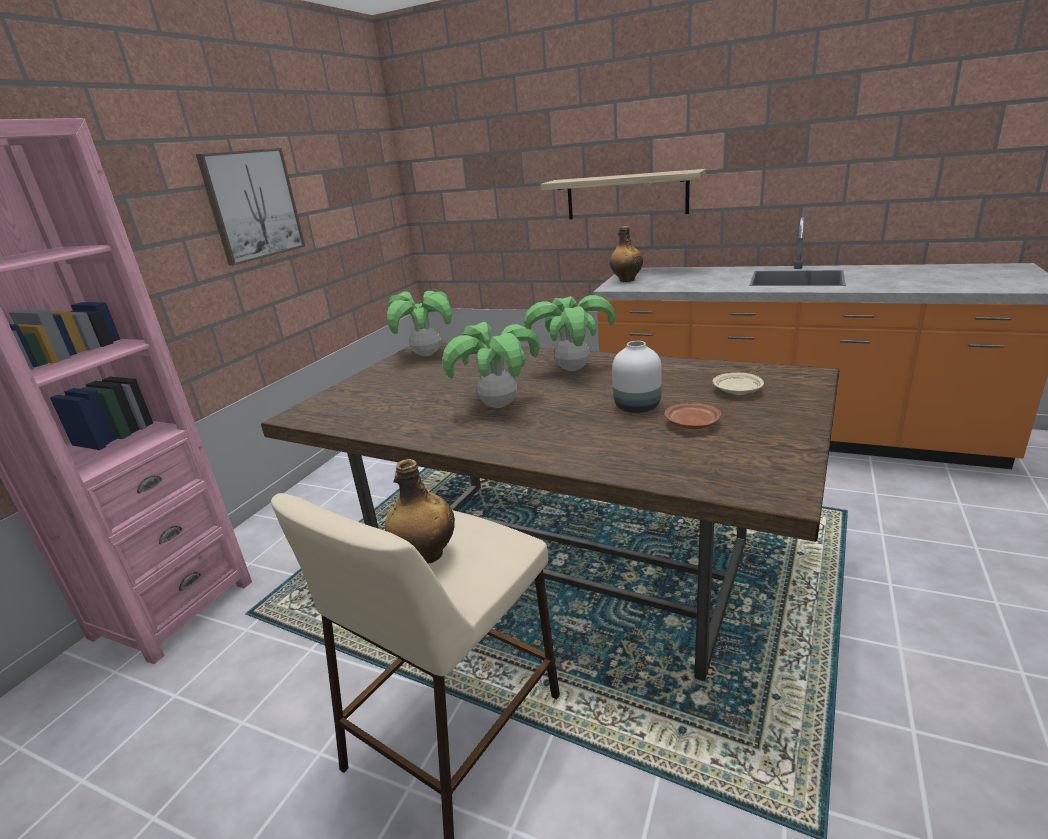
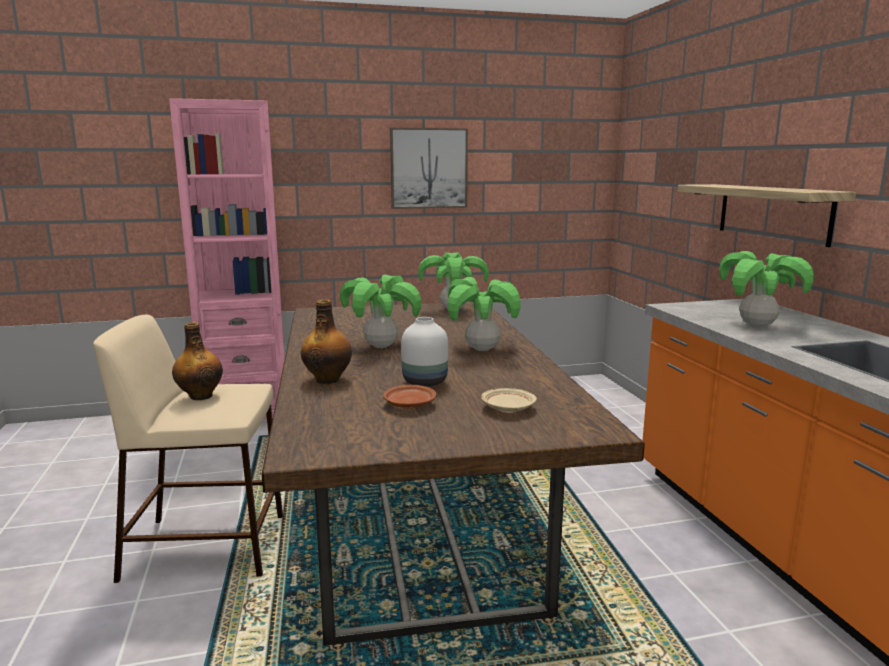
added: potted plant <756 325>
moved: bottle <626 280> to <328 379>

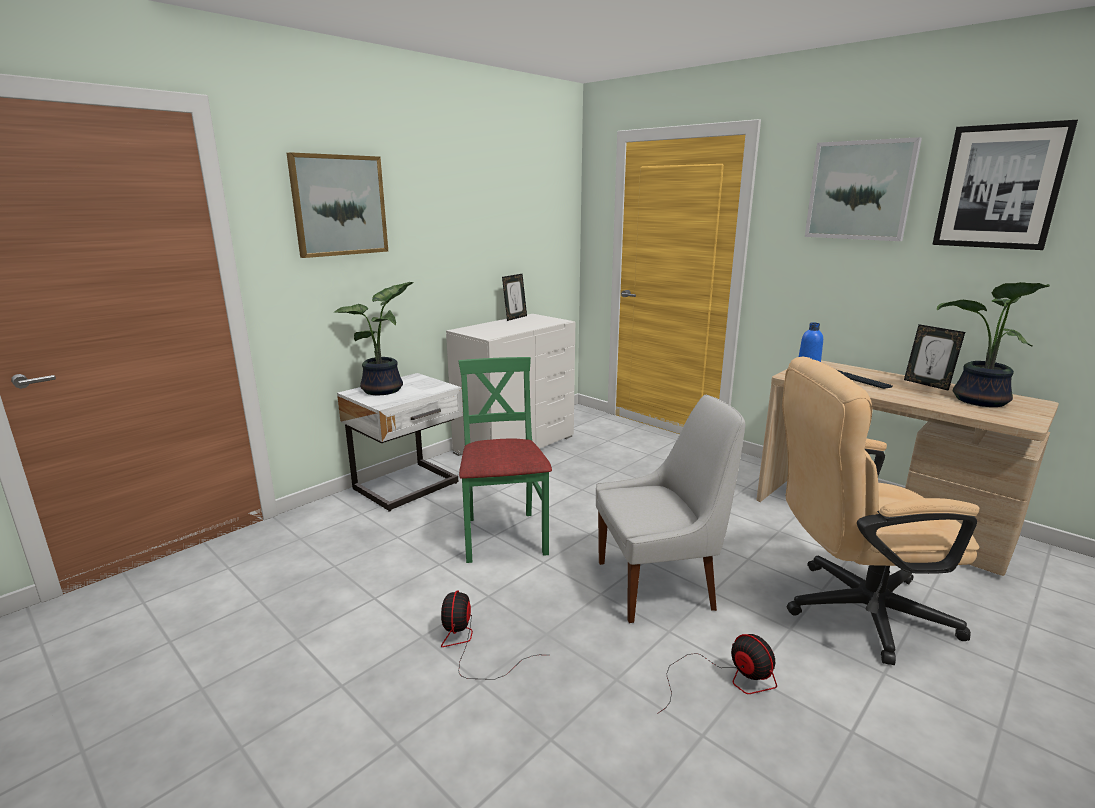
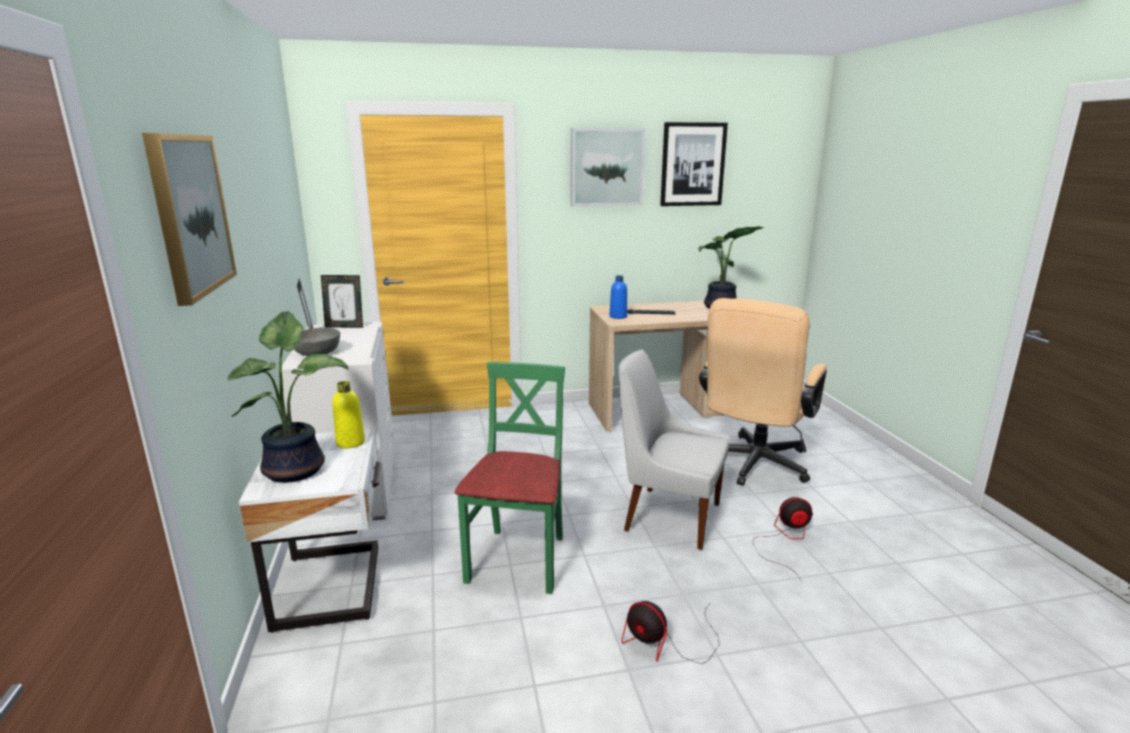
added: bowl in grey <317 352>; bottle in yellow <350 442>
moved: picture frame <927 384> to <345 326>
turned: chair in green <504 536> = <519 560> 75 degrees clockwise; chair in white <659 584> = <668 516> 90 degrees counterclockwise

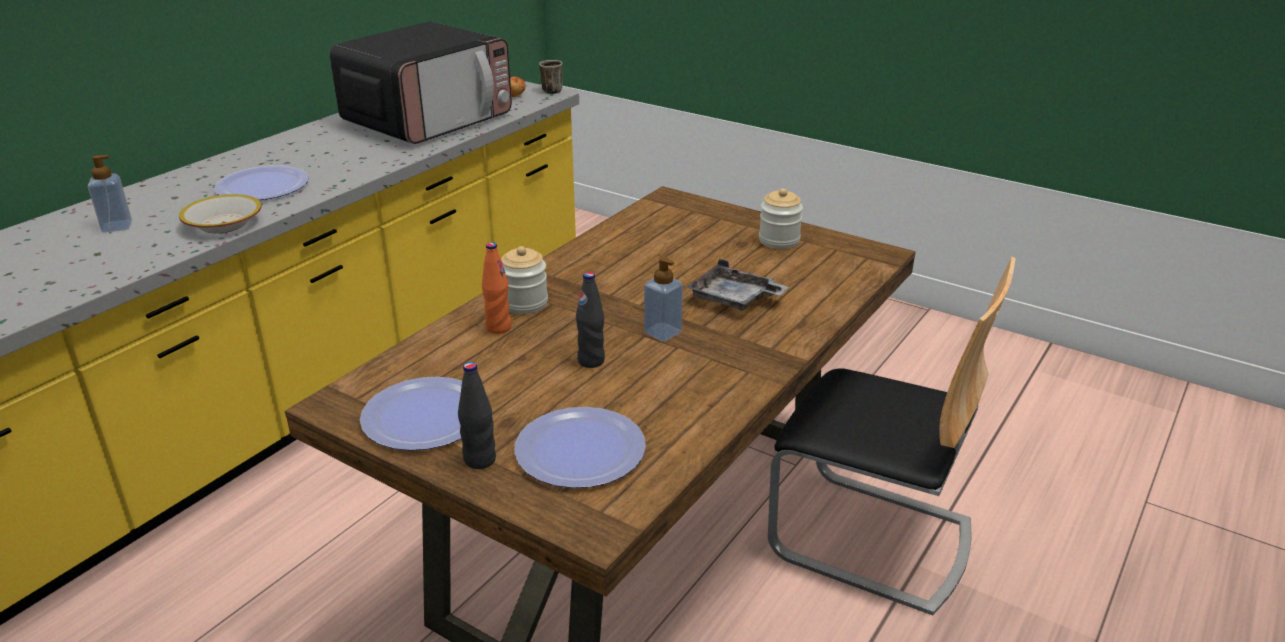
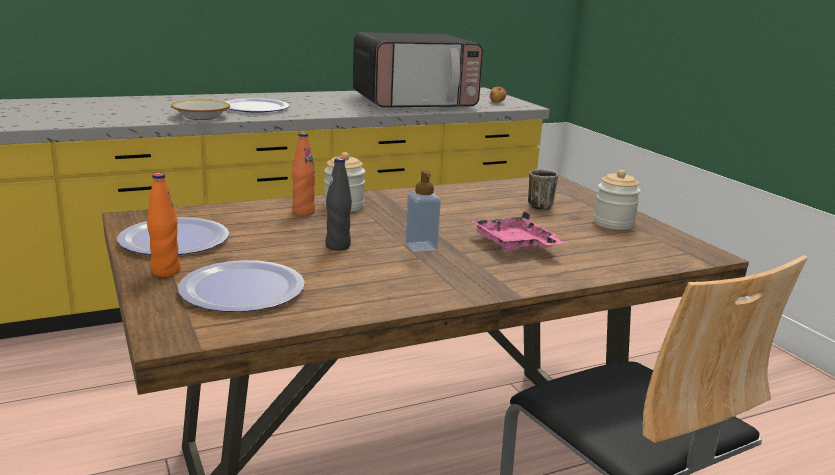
removed: soap dispenser <117 226>
moved: mug <551 90> to <541 206>
recoloured: bottle in black <480 460> to bottle in orange <165 272>; tray in grey <734 299> to tray in pink <515 245>

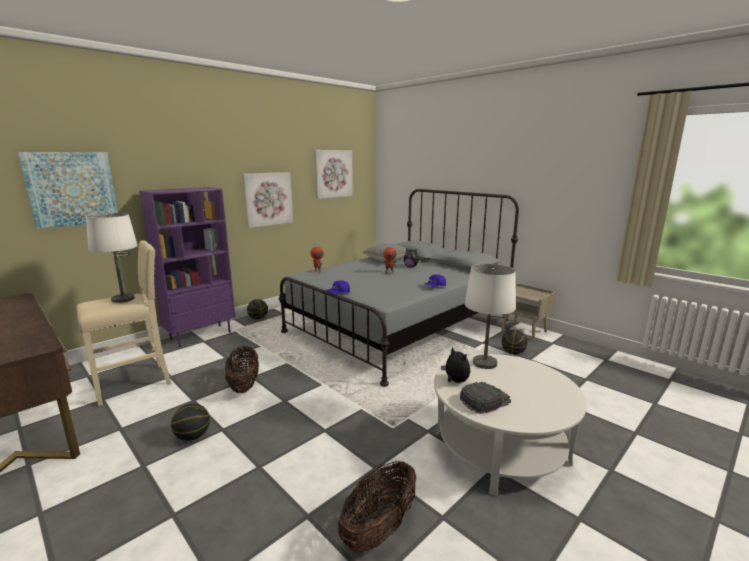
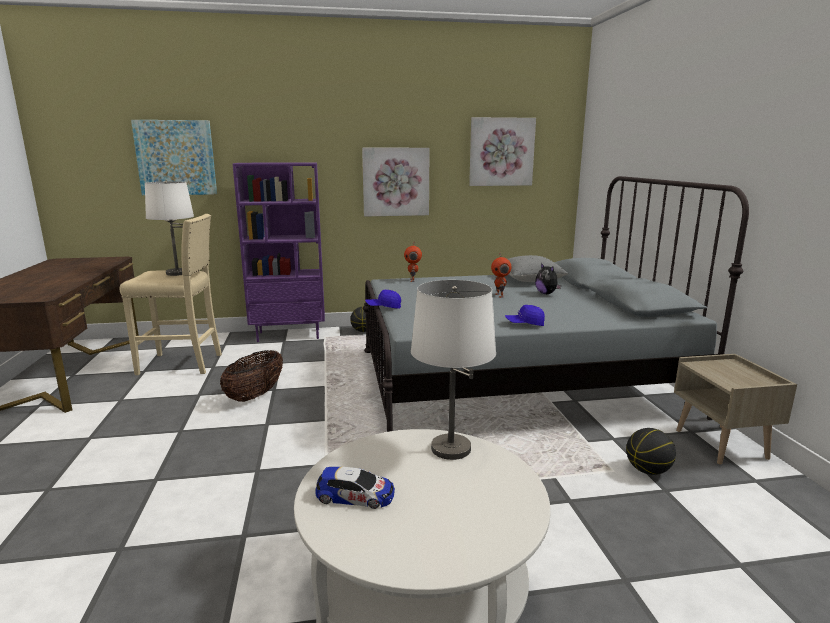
removed: basketball <192 436>; basket <379 529>; plush toy <455 381>
replaced: cap in black <485 400> to toy car <355 495>

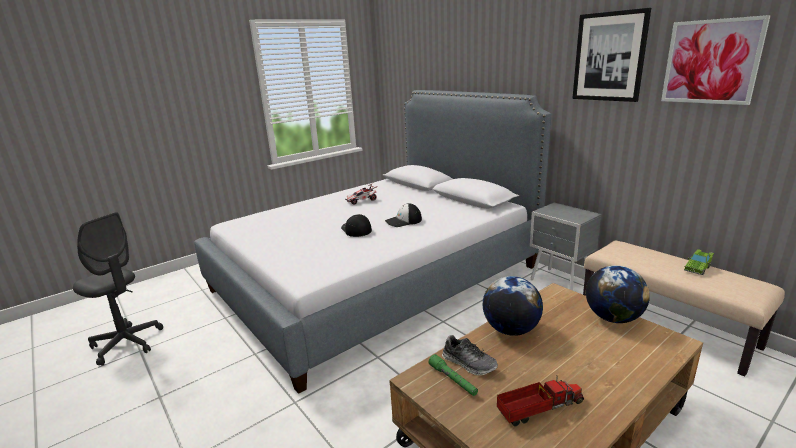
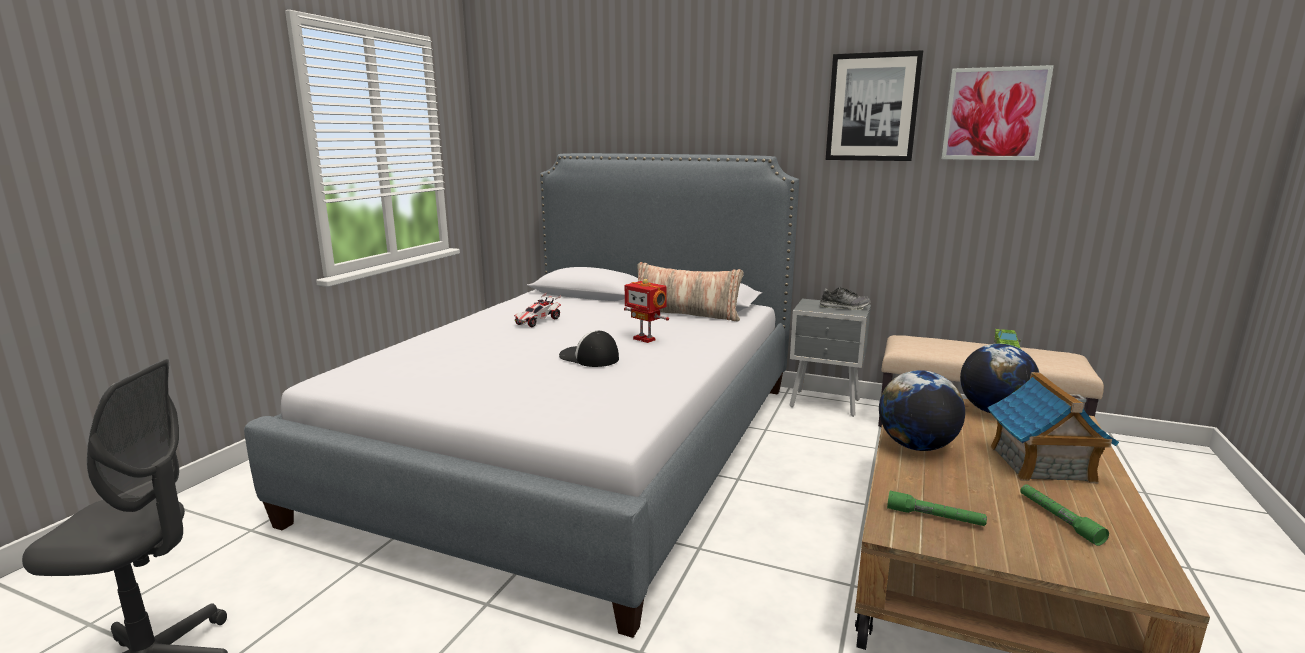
added: pillow <685 313>; toy house <1041 464>
moved: shoe <469 363> to <844 307>
replaced: cap <403 221> to toy robot <645 339>; toy truck <538 409> to flashlight in green <1058 519>

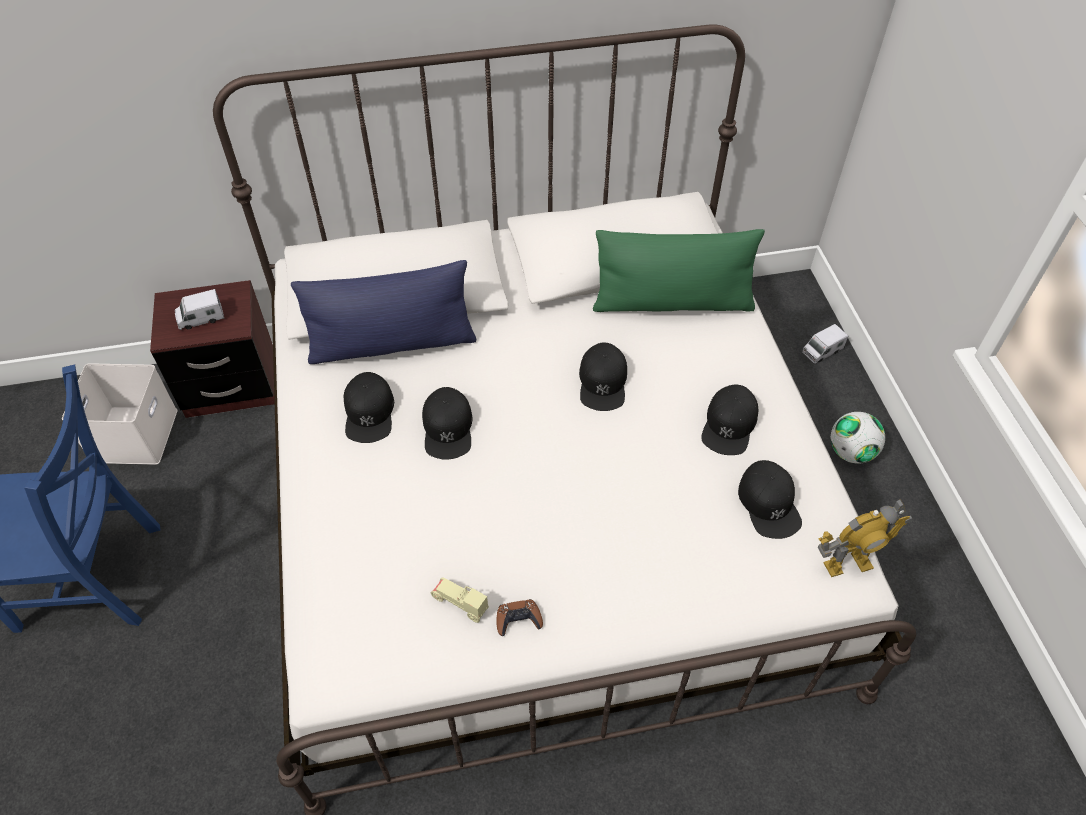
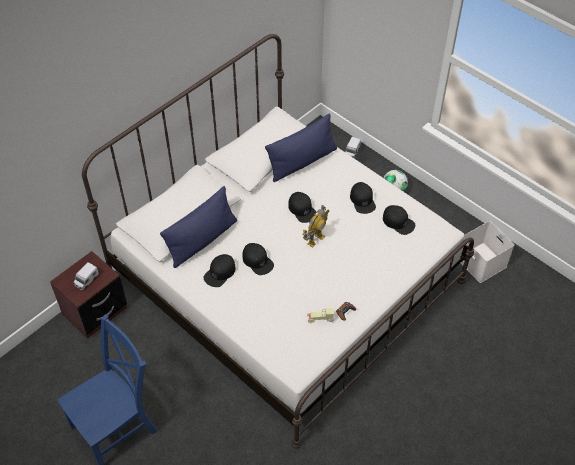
moved: toy robot <847 564> to <315 240>; storage box in white <136 436> to <482 262>
recoloured: pillow in green <672 303> to pillow in blue <302 162>
turned: cap in black <369 412> = <220 273> 75 degrees clockwise

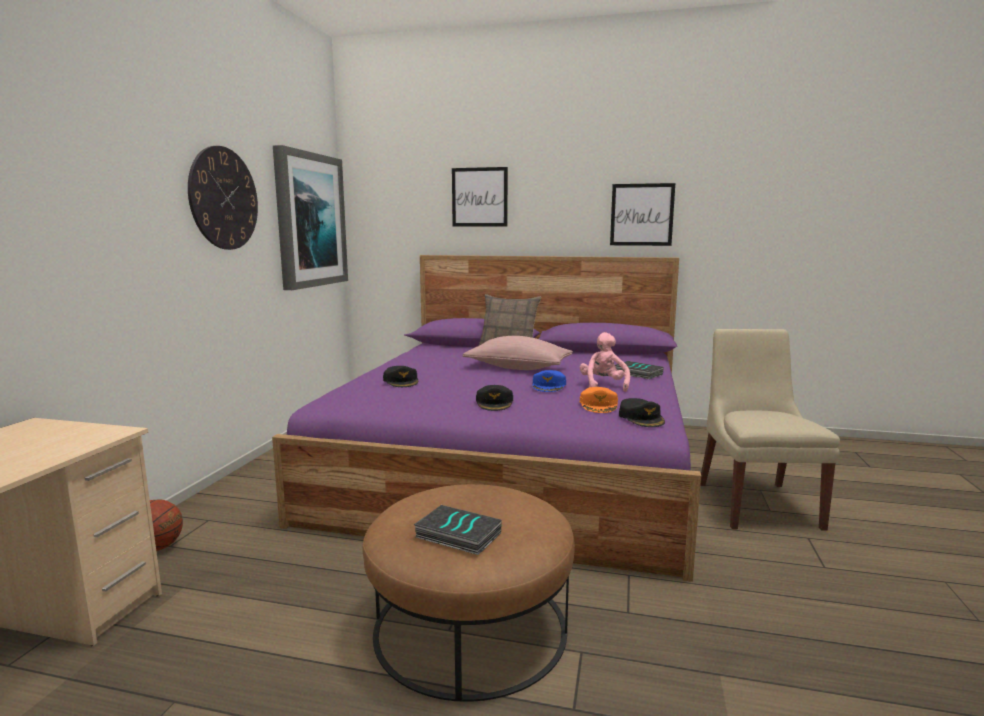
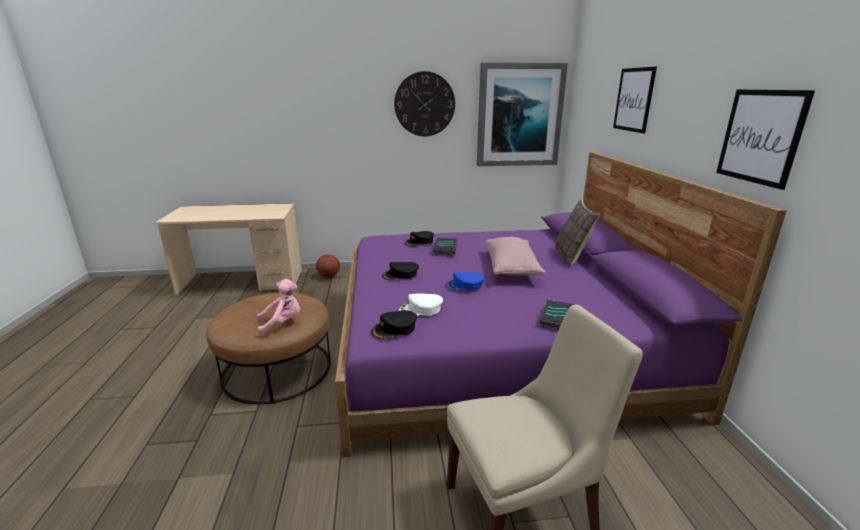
moved: plush toy in pink <603 385> to <282 323>; book <457 535> to <444 248>
recoloured: cap in orange <599 405> to cap in white <421 309>

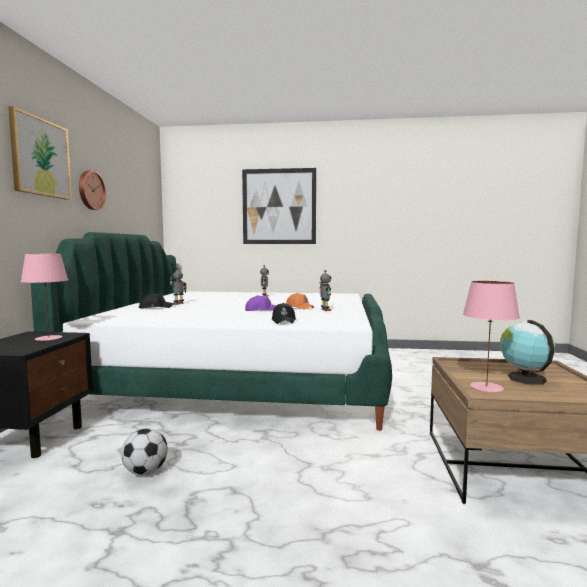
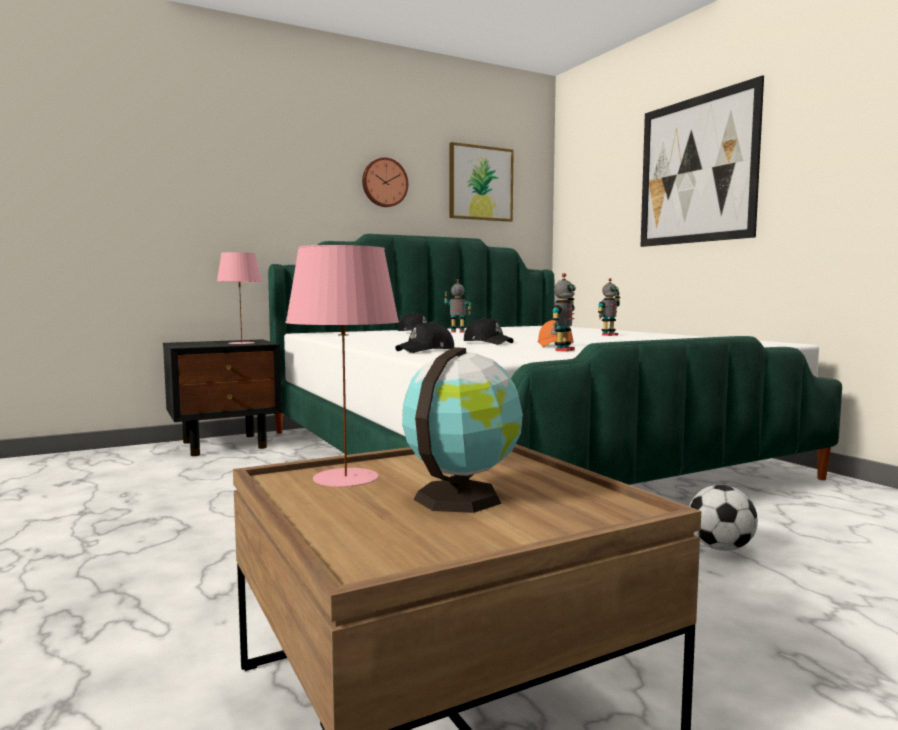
moved: picture <40 157> to <480 183>; football <145 472> to <720 548>
recoloured: cap in purple <261 310> to cap in black <487 342>

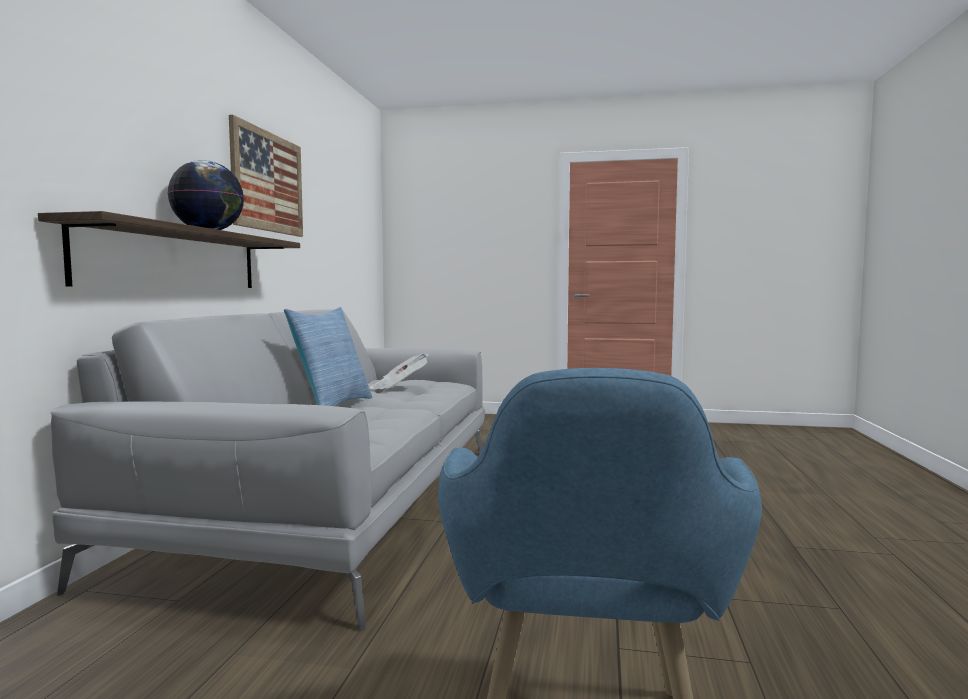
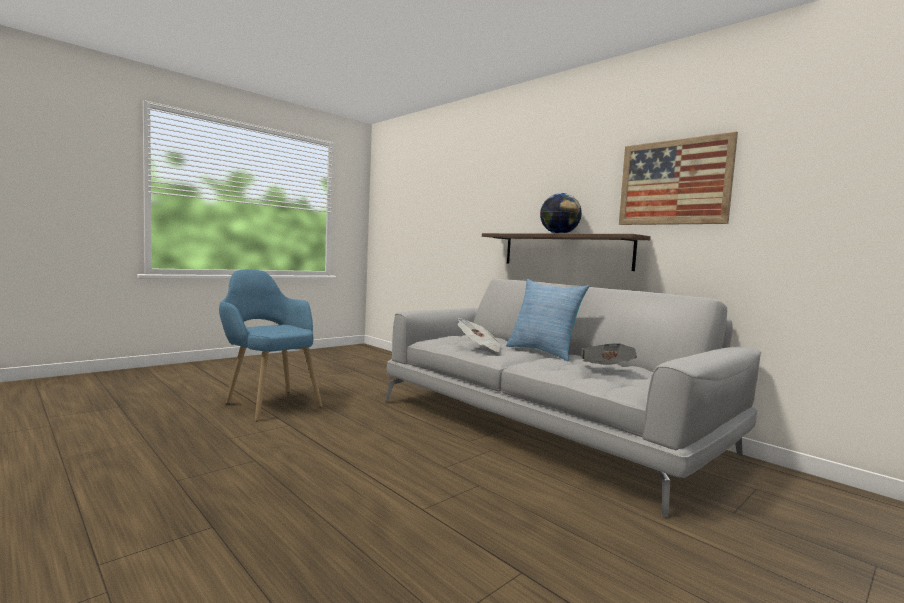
added: newspaper <479 348>

